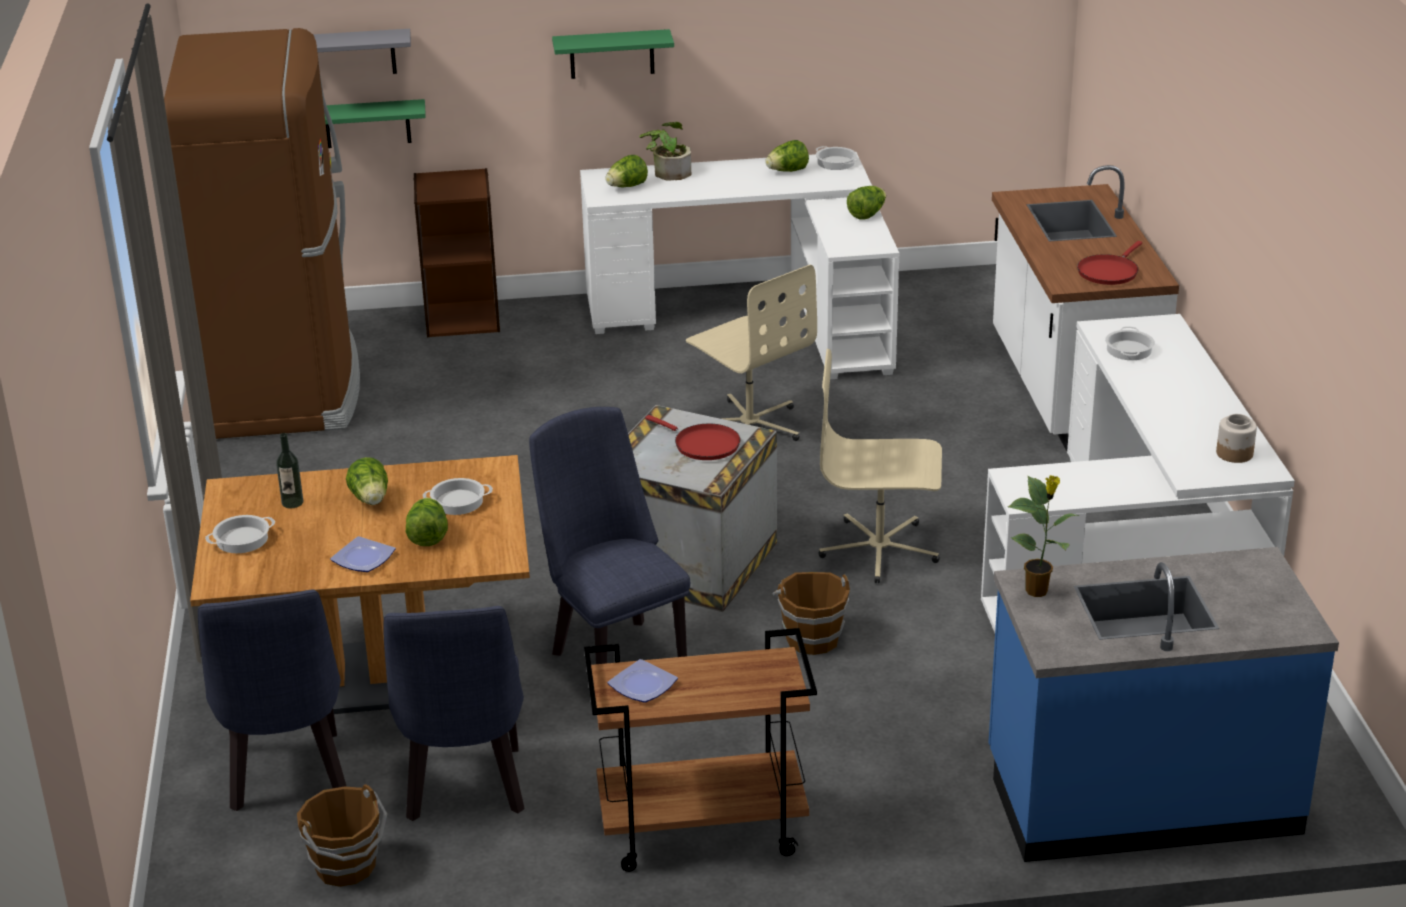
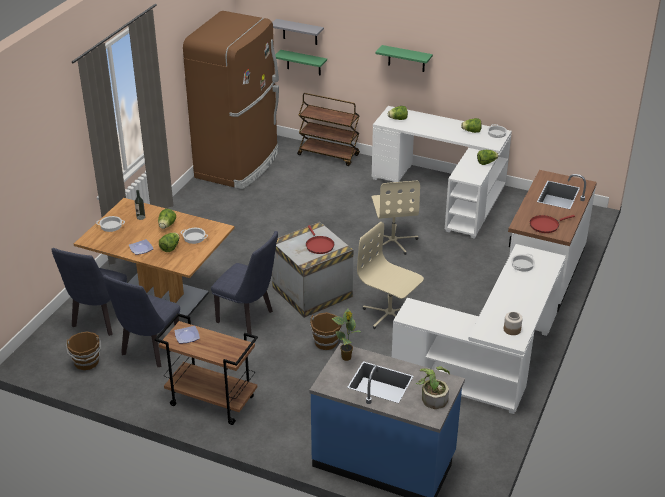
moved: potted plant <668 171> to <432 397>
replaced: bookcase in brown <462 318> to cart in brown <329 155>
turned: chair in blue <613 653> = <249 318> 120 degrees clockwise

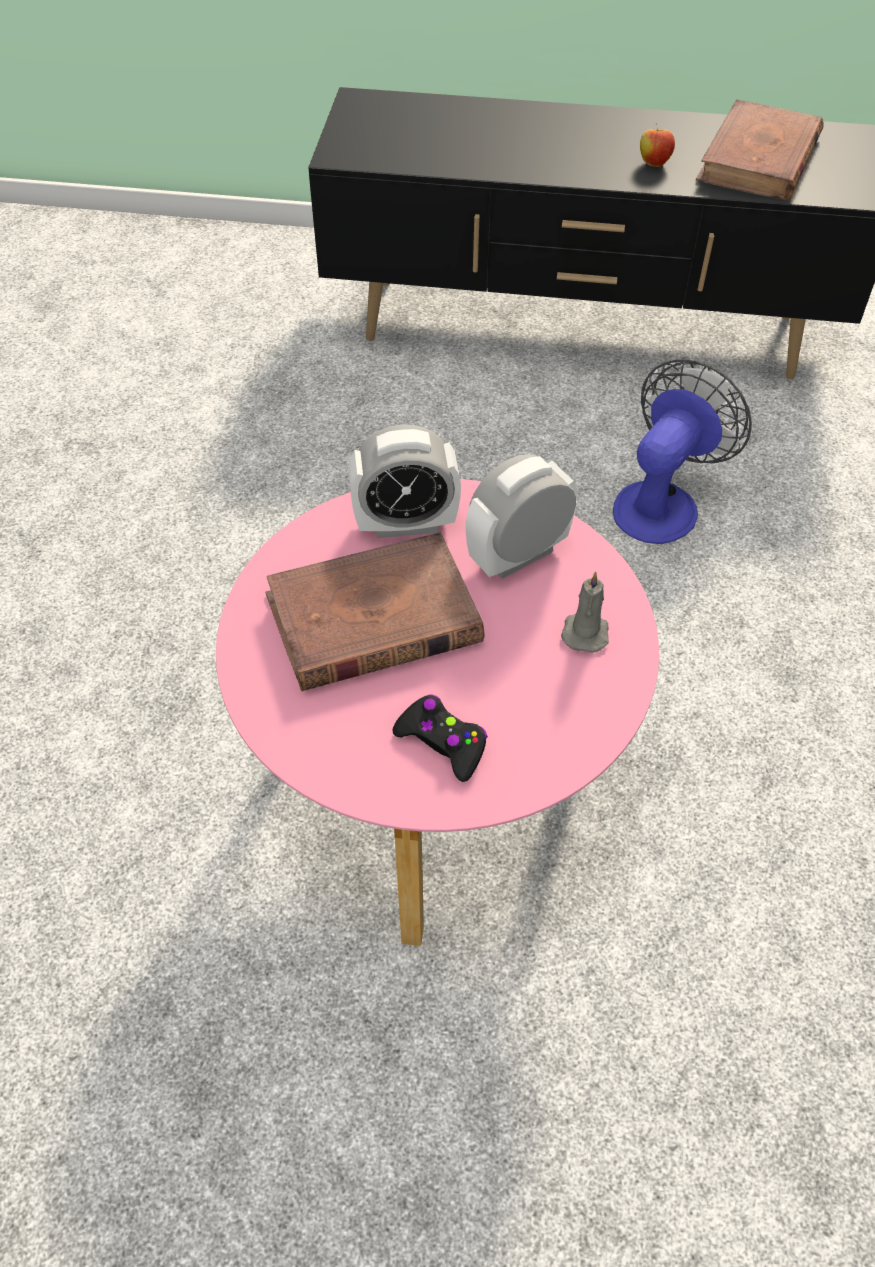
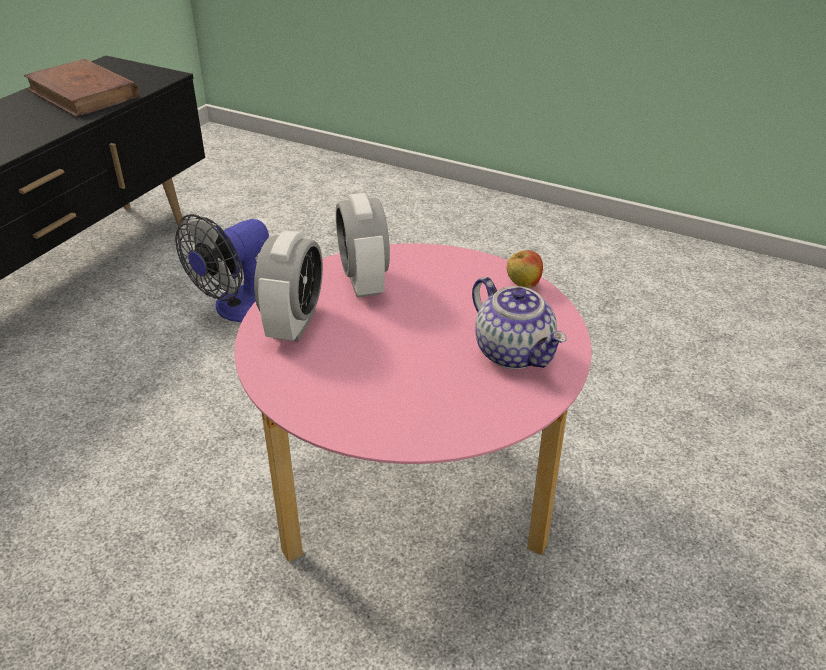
removed: book in brown <372 619>; candle in grey <585 631>
moved: apple <654 163> to <523 285>
replaced: game controller in black <442 742> to teapot <515 353>
turned: fan <662 502> = <238 309> 105 degrees counterclockwise

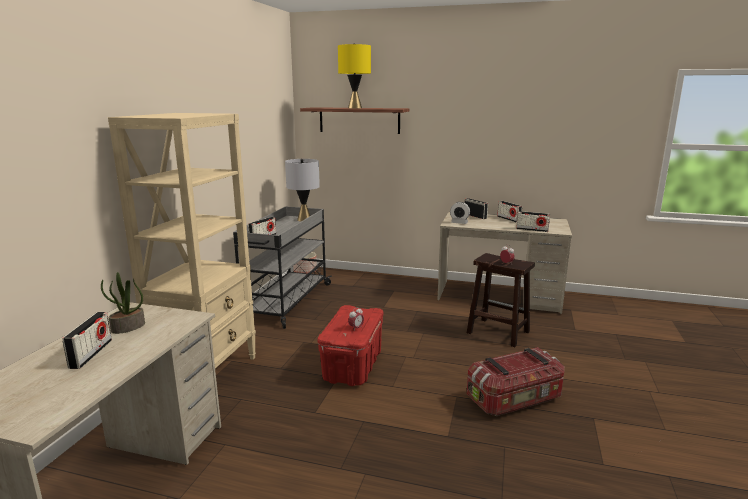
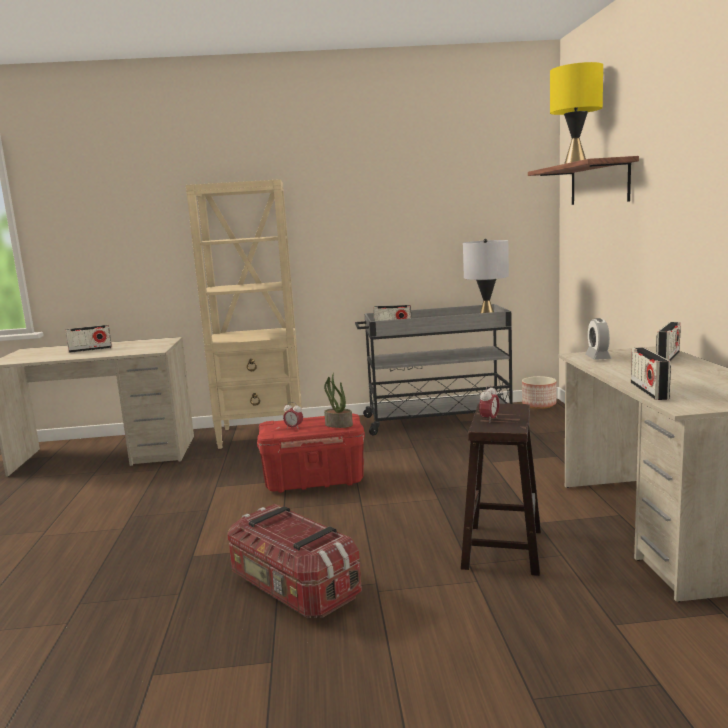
removed: radio <508 219>
moved: potted plant <128 327> to <338 425>

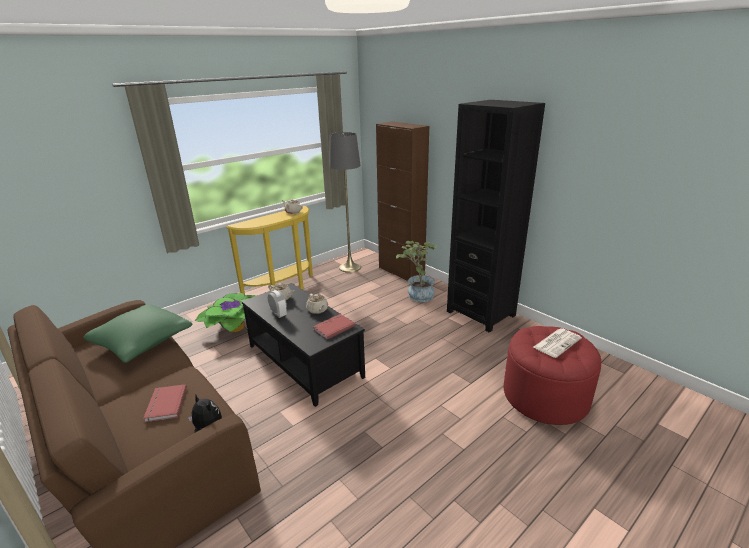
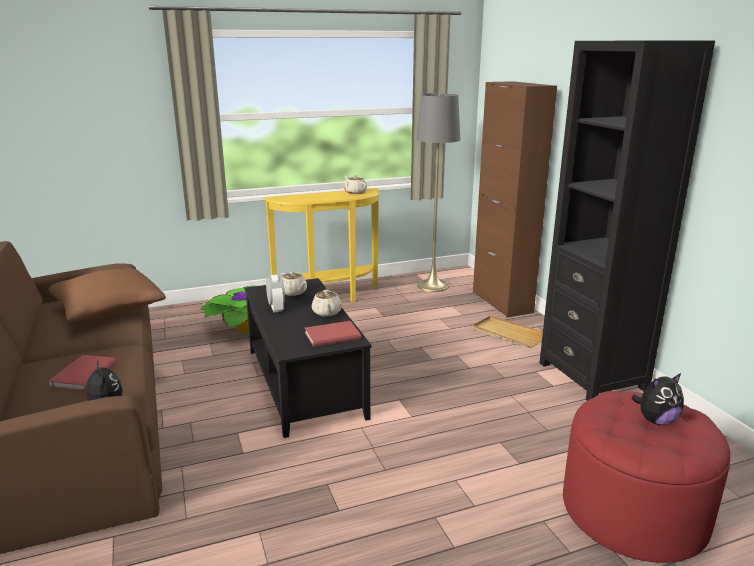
replaced: potted plant <417 295> to tray in beige <507 334>; newspaper <557 342> to plush toy <656 420>
recoloured: pillow in green <142 342> to pillow in brown <108 309>

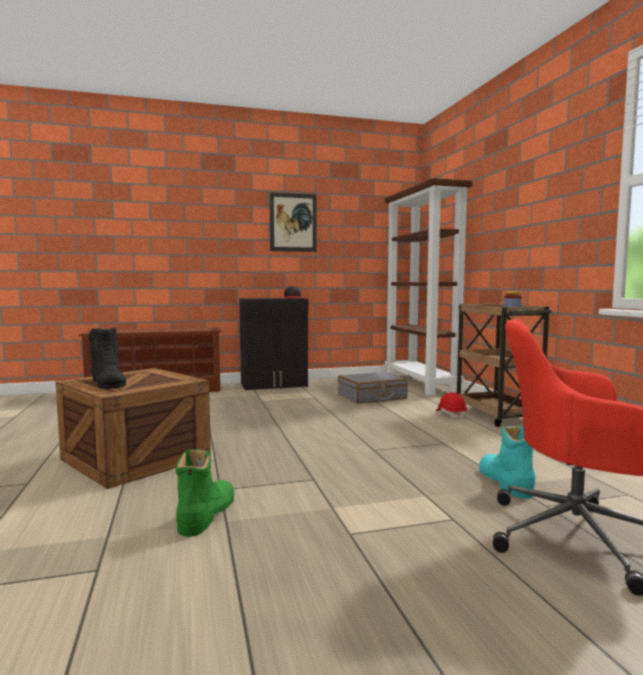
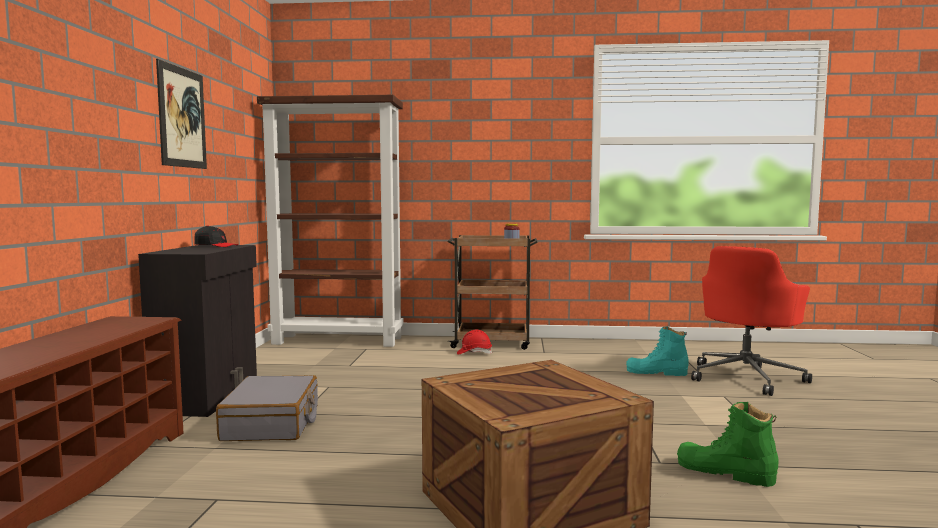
removed: boot in black <108 383>
moved: suitcase in grey <372 397> to <272 423>

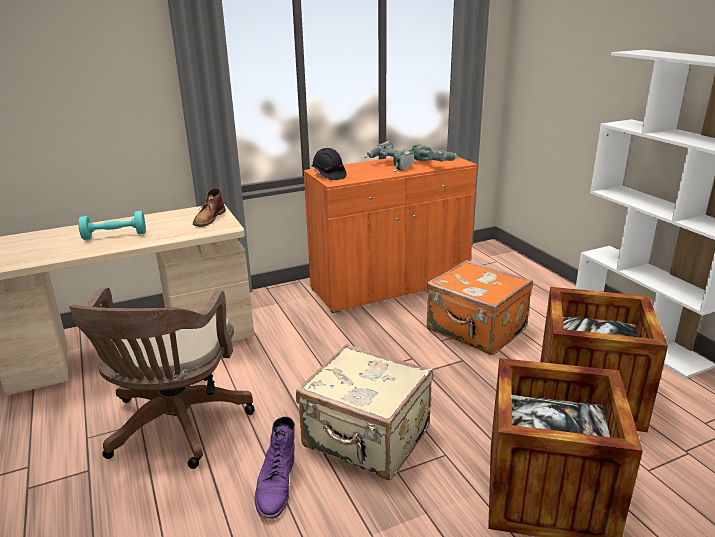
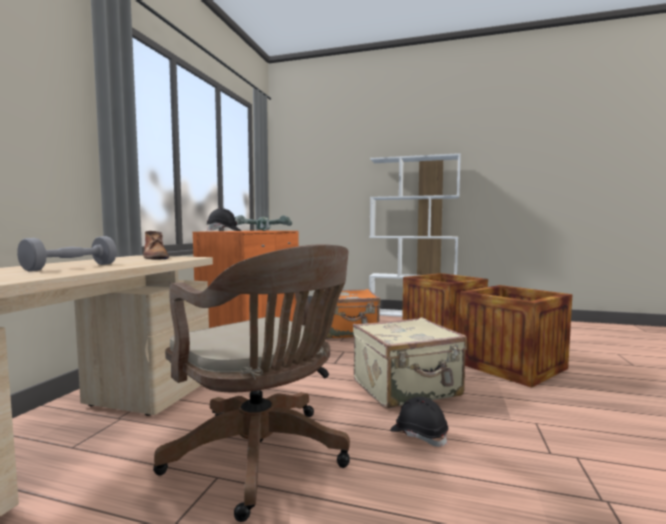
replaced: boot in purple <276 485> to hard hat in black <418 435>
recoloured: dumbbell in turquoise <115 236> to dumbbell in grey <71 267>

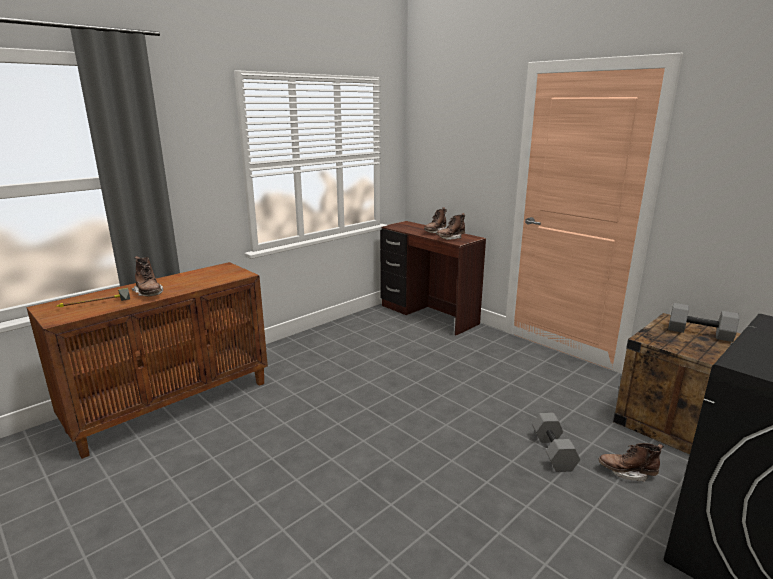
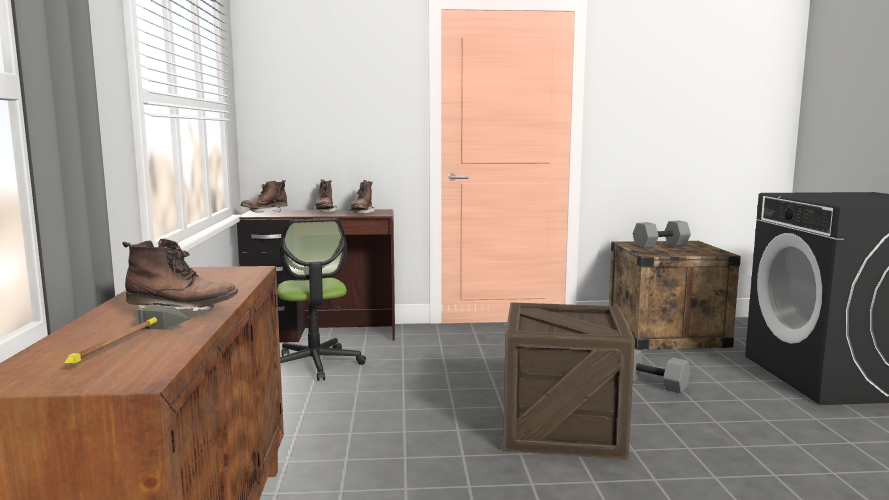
added: office chair <315 364>; crate <562 428>
moved: boot in brown <627 472> to <265 212>

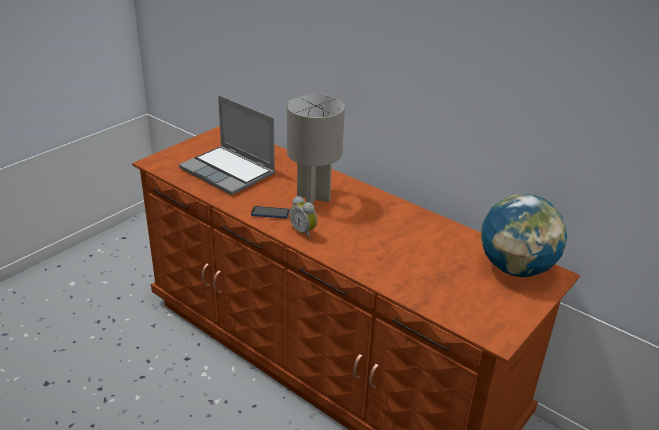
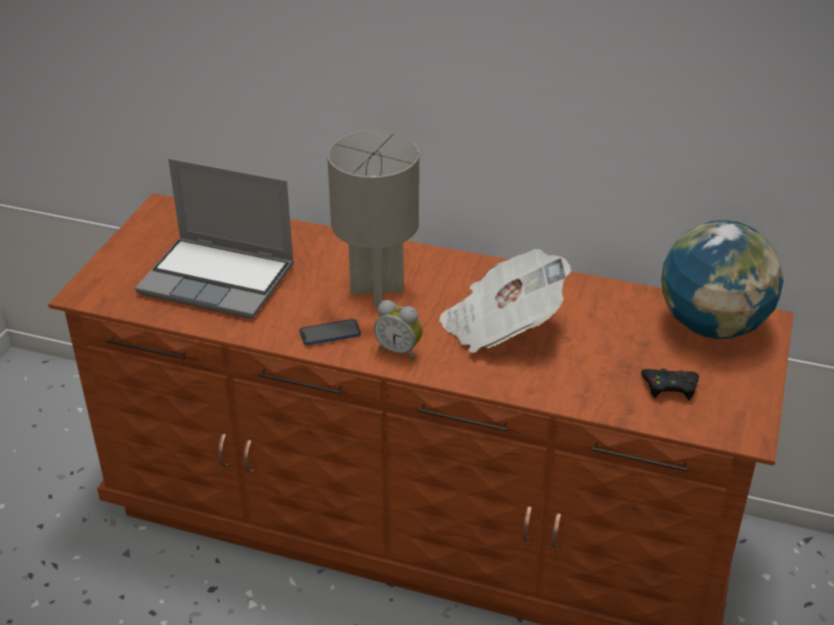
added: newspaper <501 326>; game controller in black <670 387>

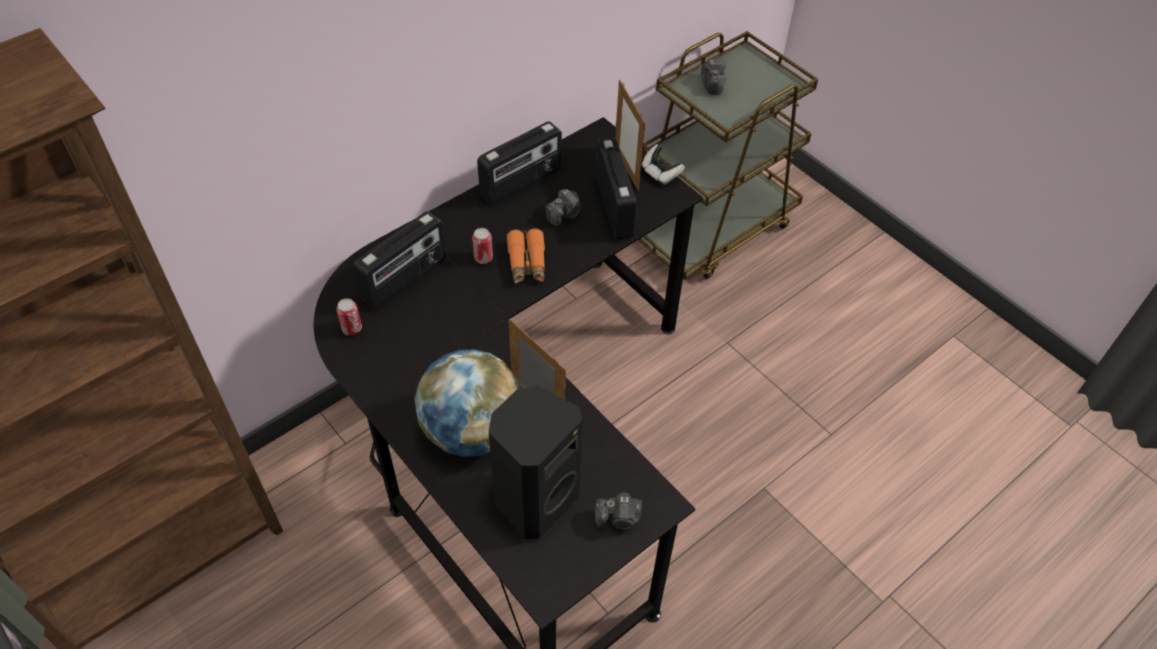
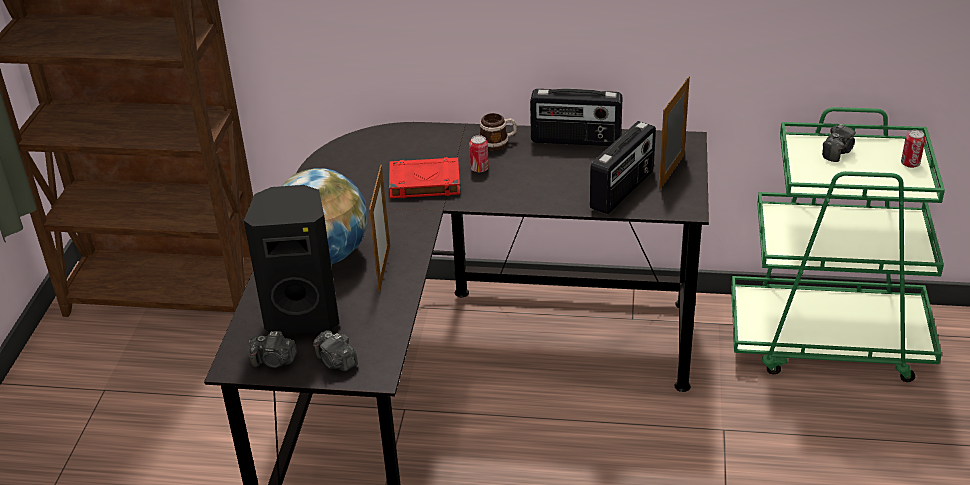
removed: radio <405 279>; binoculars in orange <527 263>; game controller <660 173>
added: book in red <424 183>; mug <498 142>
moved: photo camera <565 214> to <274 361>; can <352 328> to <910 164>
recoloured: cart in brown <711 227> to cart in green <829 340>

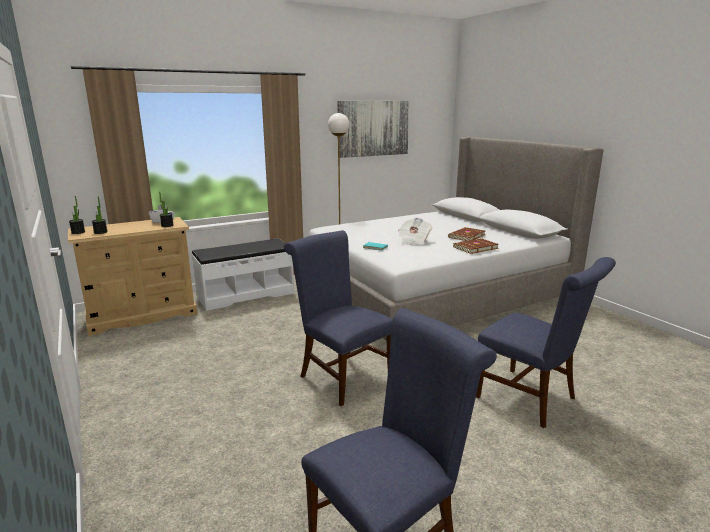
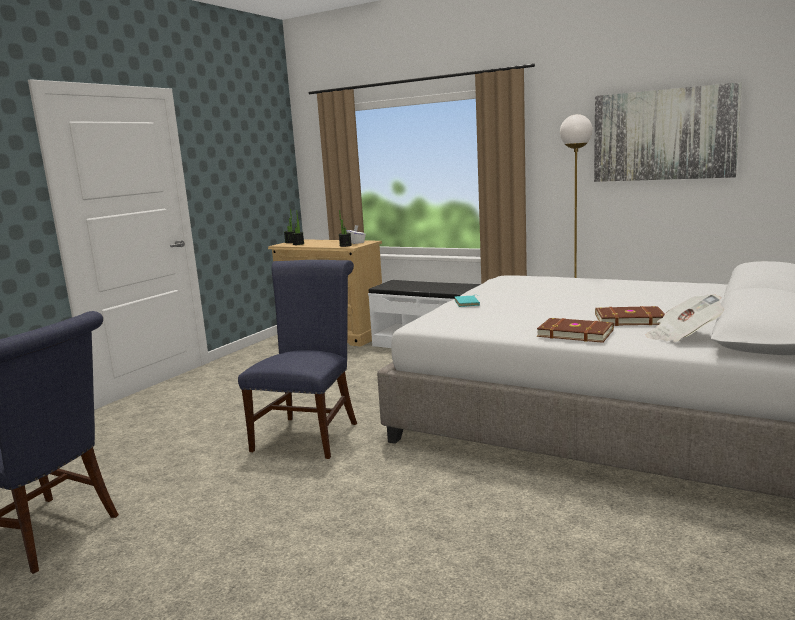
removed: chair in blue <531 399>
moved: newspaper <413 241> to <682 336>

